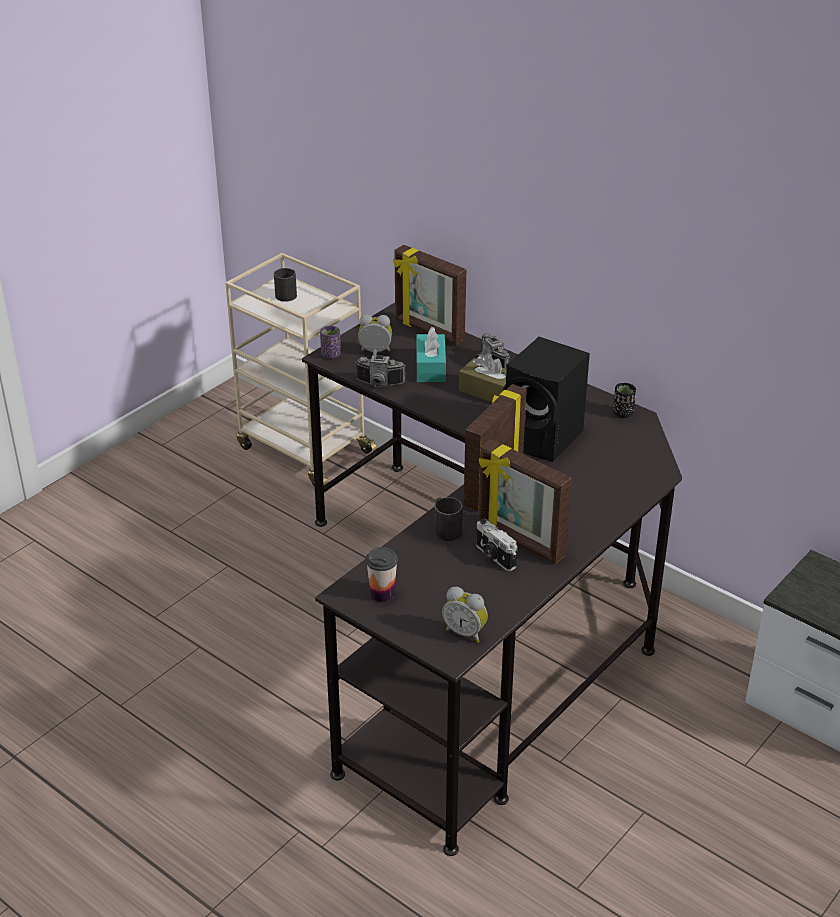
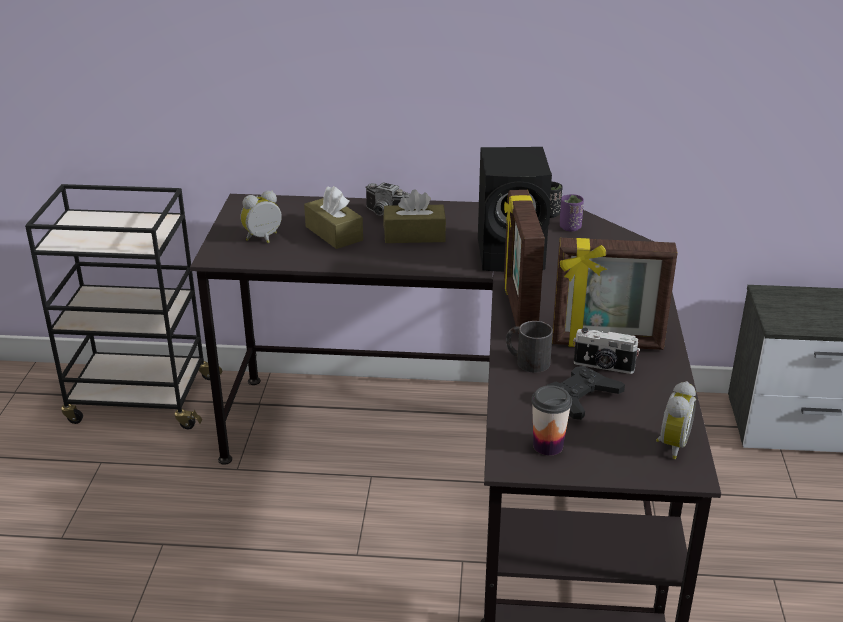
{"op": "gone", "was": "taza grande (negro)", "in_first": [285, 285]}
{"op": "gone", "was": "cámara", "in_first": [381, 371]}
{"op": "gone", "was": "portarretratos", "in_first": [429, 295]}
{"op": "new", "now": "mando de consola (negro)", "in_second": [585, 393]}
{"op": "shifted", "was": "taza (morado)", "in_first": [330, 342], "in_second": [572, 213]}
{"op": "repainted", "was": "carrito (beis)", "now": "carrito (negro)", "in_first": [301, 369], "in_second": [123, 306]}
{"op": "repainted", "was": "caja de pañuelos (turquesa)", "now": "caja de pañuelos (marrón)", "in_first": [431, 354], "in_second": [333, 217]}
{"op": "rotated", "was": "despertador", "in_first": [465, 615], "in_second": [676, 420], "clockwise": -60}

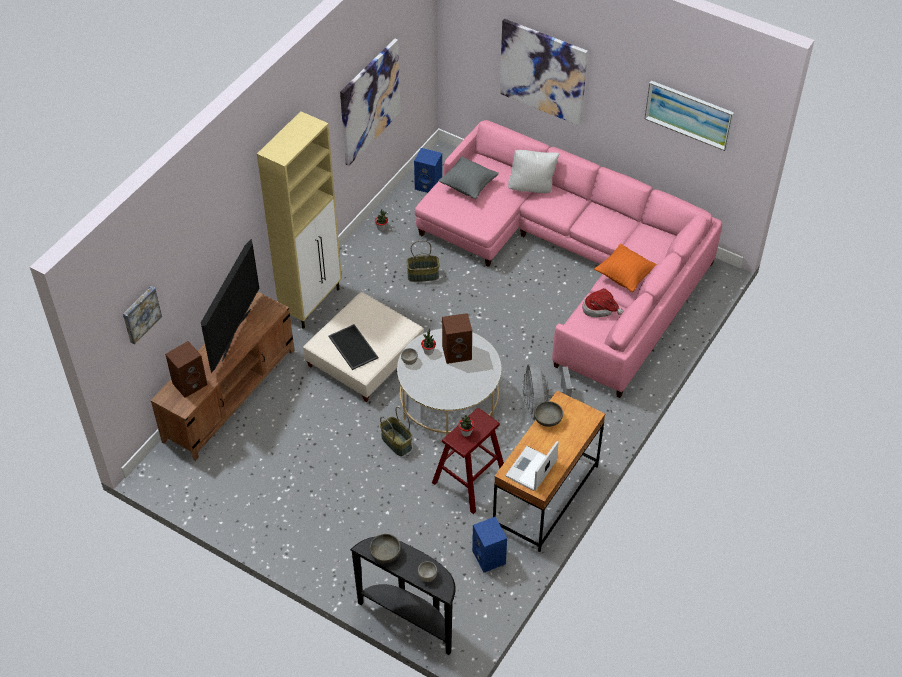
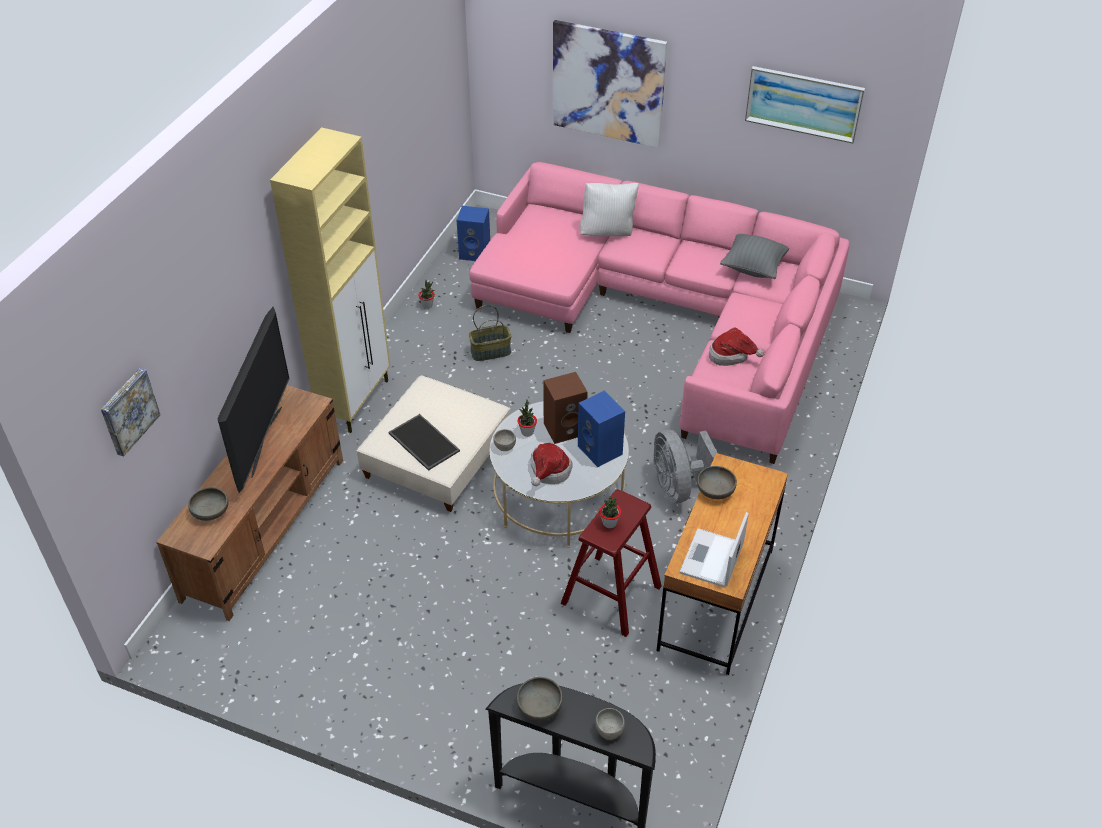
{"op": "gone", "was": "cuadro", "in_first": [370, 102]}
{"op": "gone", "was": "cesta", "in_first": [396, 431]}
{"op": "gone", "was": "cojín (naranja)", "in_first": [625, 268]}
{"op": "new", "now": "sombrero", "in_second": [552, 464]}
{"op": "shifted", "was": "cojín (gris)", "in_first": [468, 177], "in_second": [754, 256]}
{"op": "shifted", "was": "altavoz (azul)", "in_first": [489, 545], "in_second": [601, 429]}
{"op": "swapped", "was": "altavoz (marrón)", "now": "cuenco (gris)", "in_first": [186, 369], "in_second": [208, 504]}

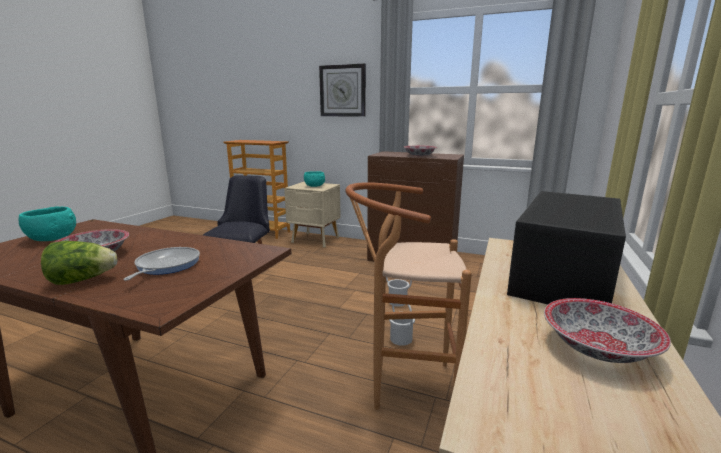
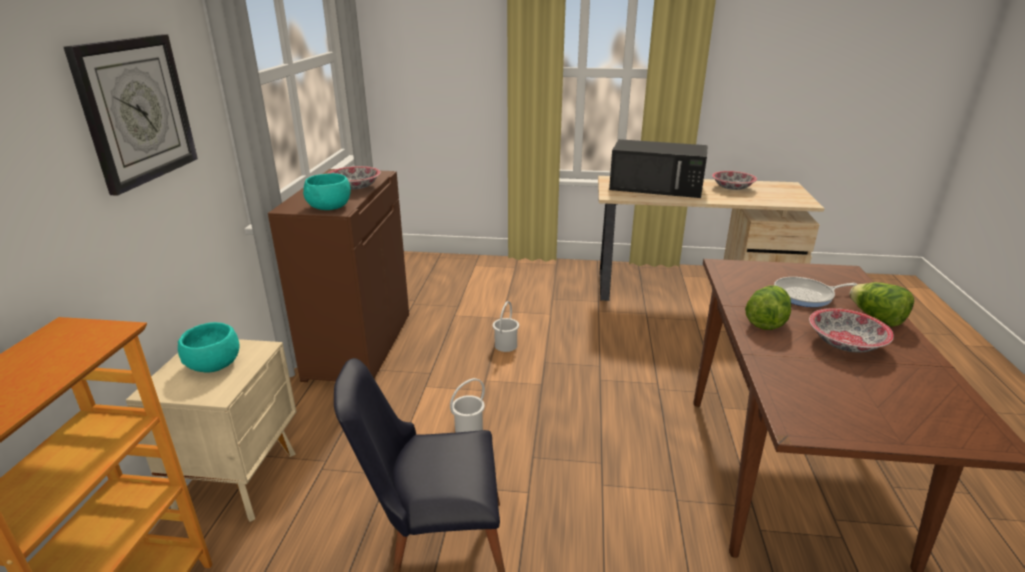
{"op": "gone", "was": "taburete (marrón)", "in_first": [408, 296]}
{"op": "new", "now": "lechuga", "in_second": [768, 308]}
{"op": "shifted", "was": "cuenco (turquesa)", "in_first": [47, 223], "in_second": [327, 191]}
{"op": "shifted", "was": "cubo (blanco)", "in_first": [402, 324], "in_second": [467, 405]}

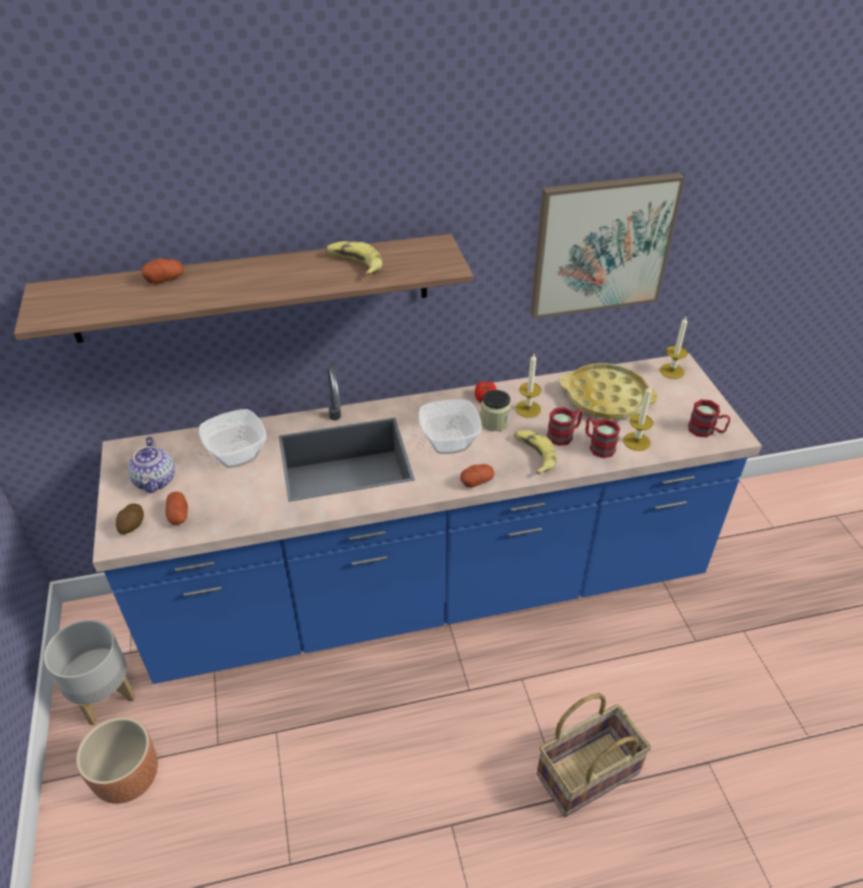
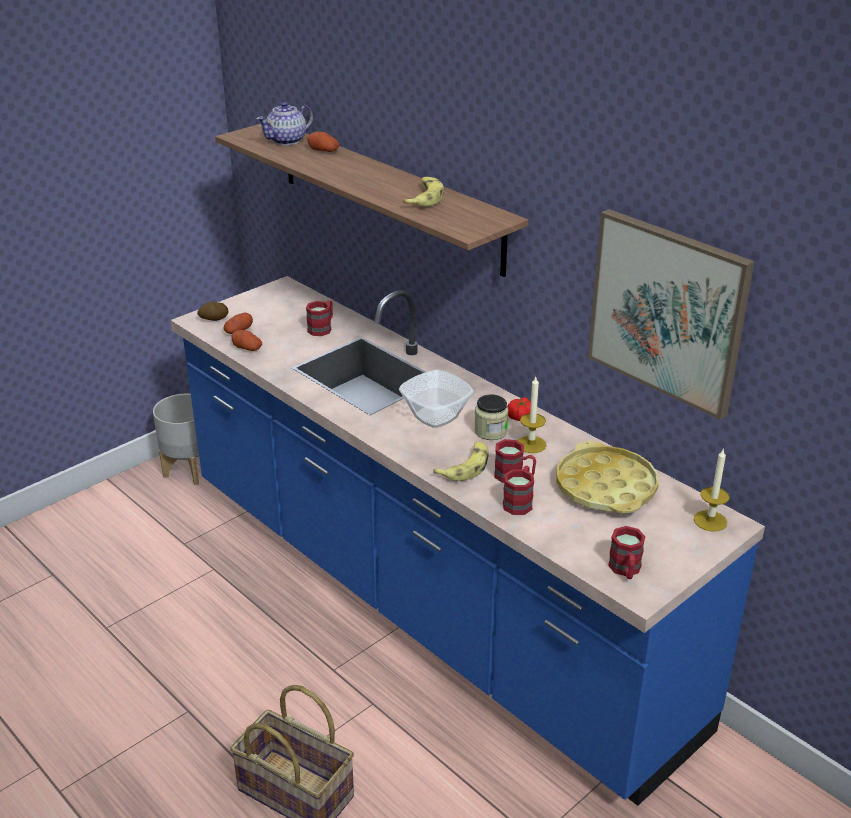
{"op": "gone", "was": "maceta (marrón)", "in_first": [117, 760]}
{"op": "gone", "was": "vela", "in_first": [638, 418]}
{"op": "shifted", "was": "tetera", "in_first": [151, 465], "in_second": [285, 123]}
{"op": "shifted", "was": "patata", "in_first": [477, 476], "in_second": [246, 340]}
{"op": "swapped", "was": "cuenco", "now": "taza grande (rojo)", "in_first": [232, 438], "in_second": [319, 318]}

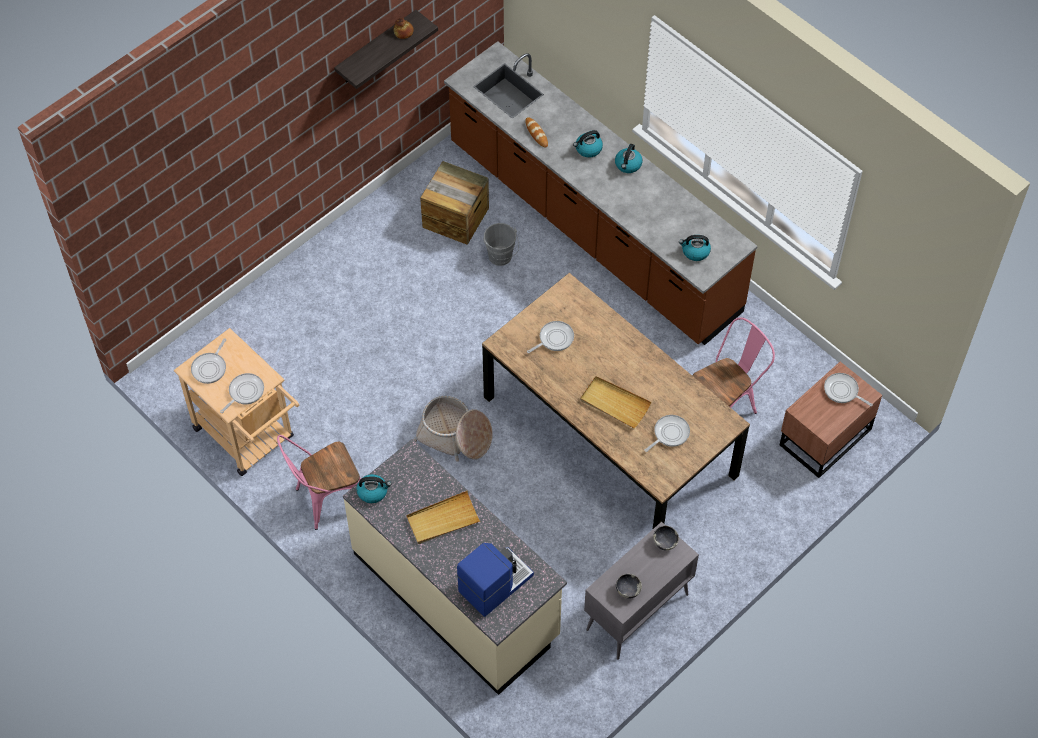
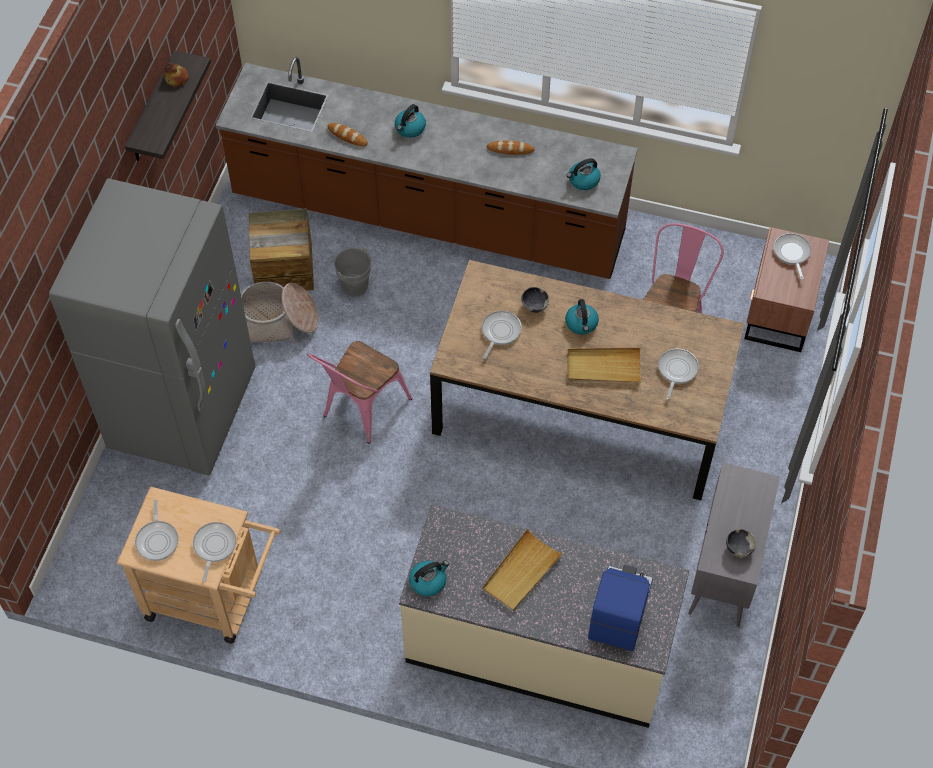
{"op": "new", "now": "nevera (gris)", "in_second": [152, 326]}
{"op": "new", "now": "pan", "in_second": [511, 147]}
{"op": "shifted", "was": "silla (rosa)", "in_first": [319, 482], "in_second": [359, 392]}
{"op": "shifted", "was": "cesta", "in_first": [453, 429], "in_second": [280, 312]}
{"op": "shifted", "was": "hervidor", "in_first": [629, 158], "in_second": [582, 317]}
{"op": "shifted", "was": "cuenco", "in_first": [666, 538], "in_second": [535, 300]}
{"op": "rotated", "was": "sartén", "in_first": [848, 389], "in_second": [792, 256], "clockwise": 75}

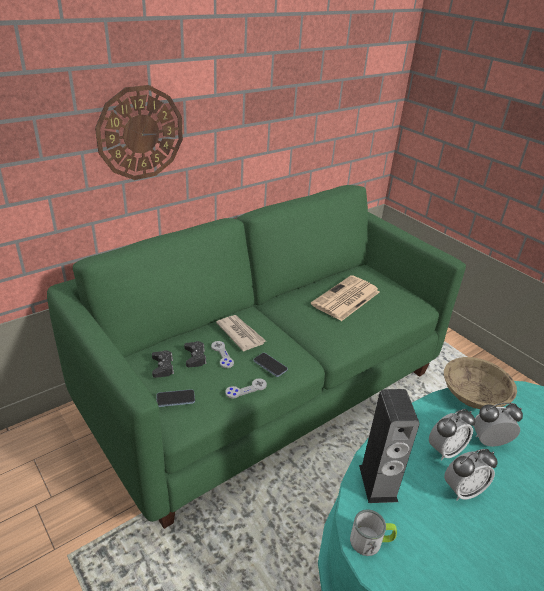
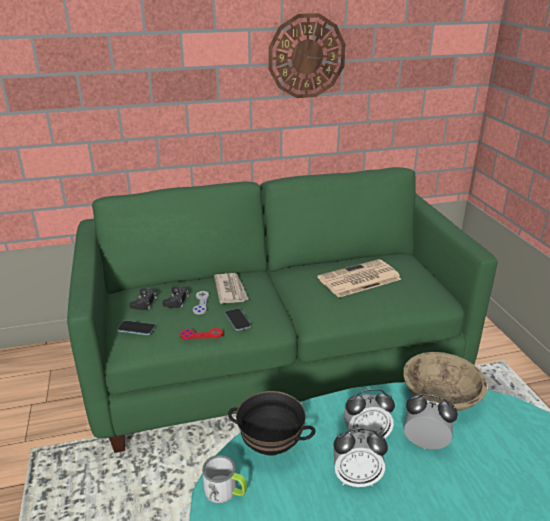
{"op": "shifted", "was": "reloj de pared", "in_first": [139, 132], "in_second": [307, 55]}
{"op": "swapped", "was": "altavoz", "now": "cuenco (negro)", "in_first": [389, 446], "in_second": [271, 423]}
{"op": "repainted", "was": "mando de consola (gris)", "now": "mando de consola (rojo)", "in_first": [246, 388], "in_second": [201, 333]}

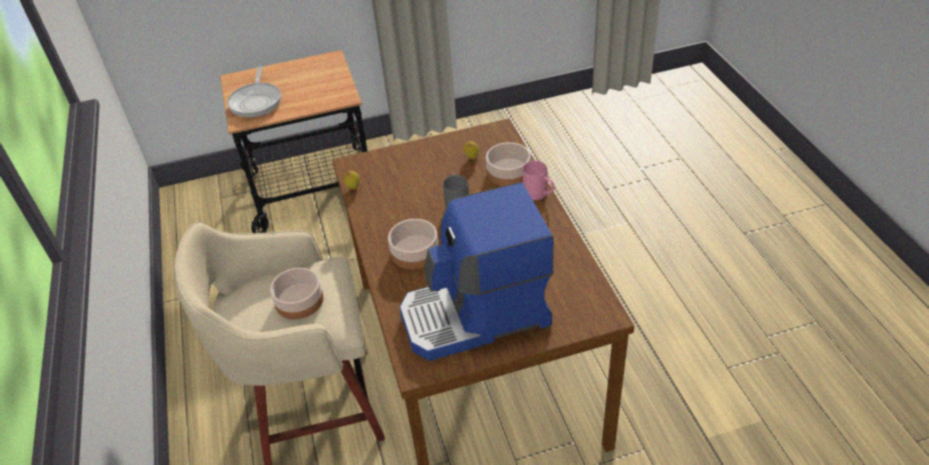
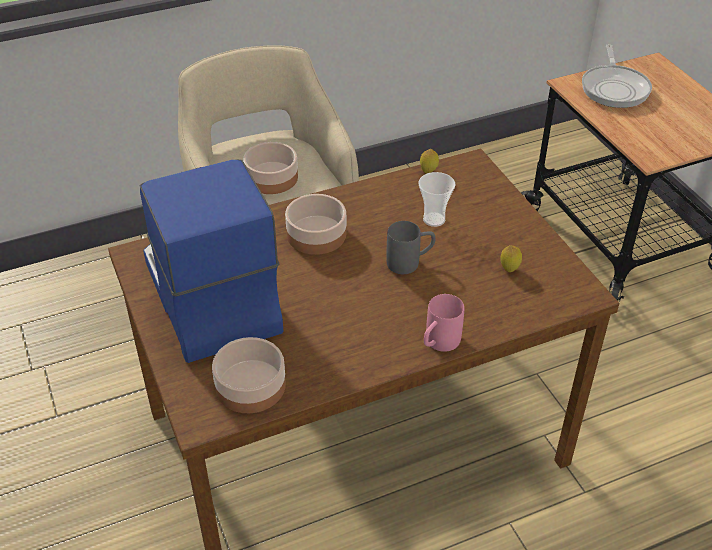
{"op": "new", "now": "taza", "in_second": [436, 199]}
{"op": "shifted", "was": "cuenco", "in_first": [508, 164], "in_second": [249, 375]}
{"op": "rotated", "was": "sartén", "in_first": [254, 91], "in_second": [617, 76], "clockwise": -75}

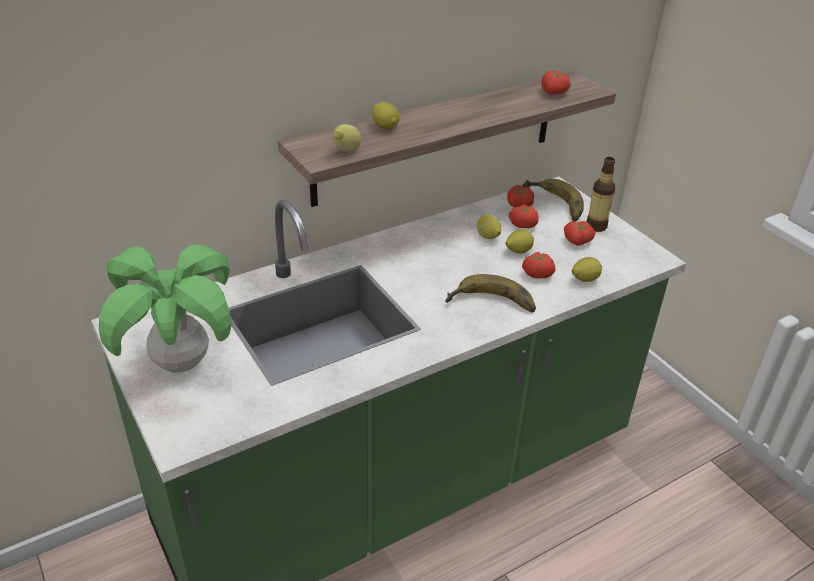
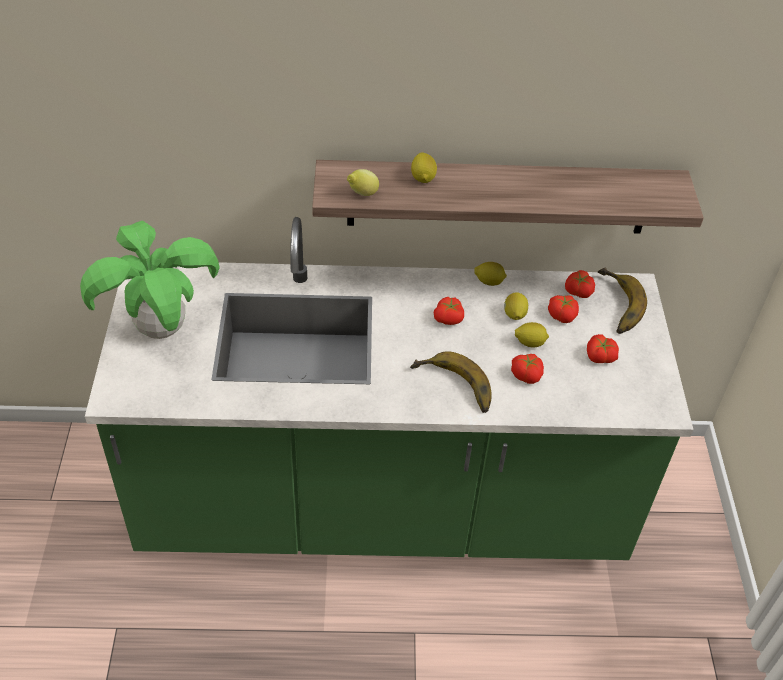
{"op": "gone", "was": "botella", "in_first": [600, 194]}
{"op": "shifted", "was": "tomate", "in_first": [556, 83], "in_second": [448, 311]}
{"op": "shifted", "was": "limón", "in_first": [586, 269], "in_second": [490, 274]}

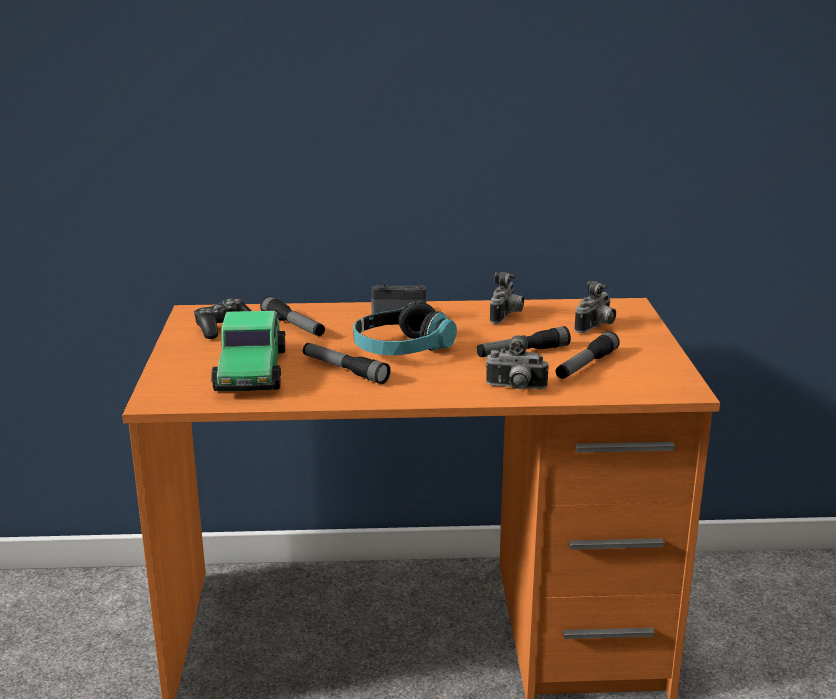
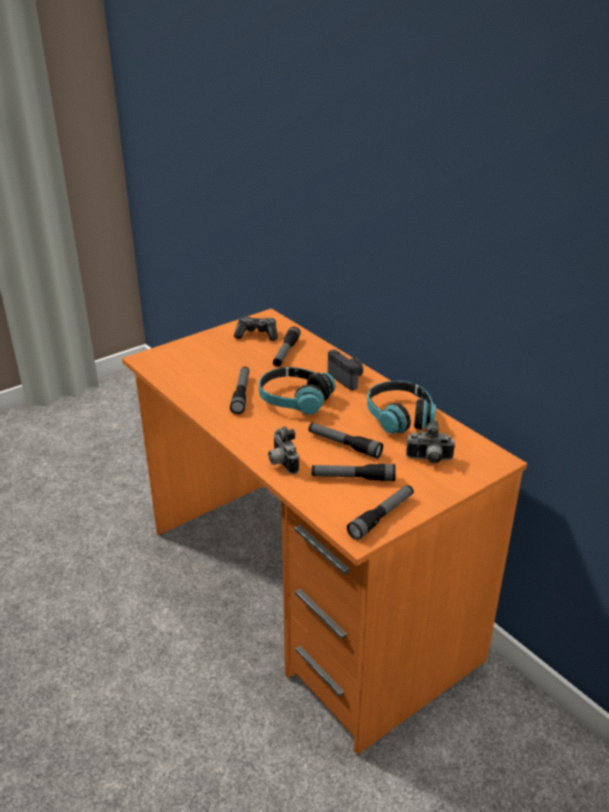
{"op": "gone", "was": "coche de juguete", "in_first": [248, 351]}
{"op": "new", "now": "linterna", "in_second": [380, 512]}
{"op": "swapped", "was": "cámara", "now": "auriculares", "in_first": [507, 298], "in_second": [401, 407]}

